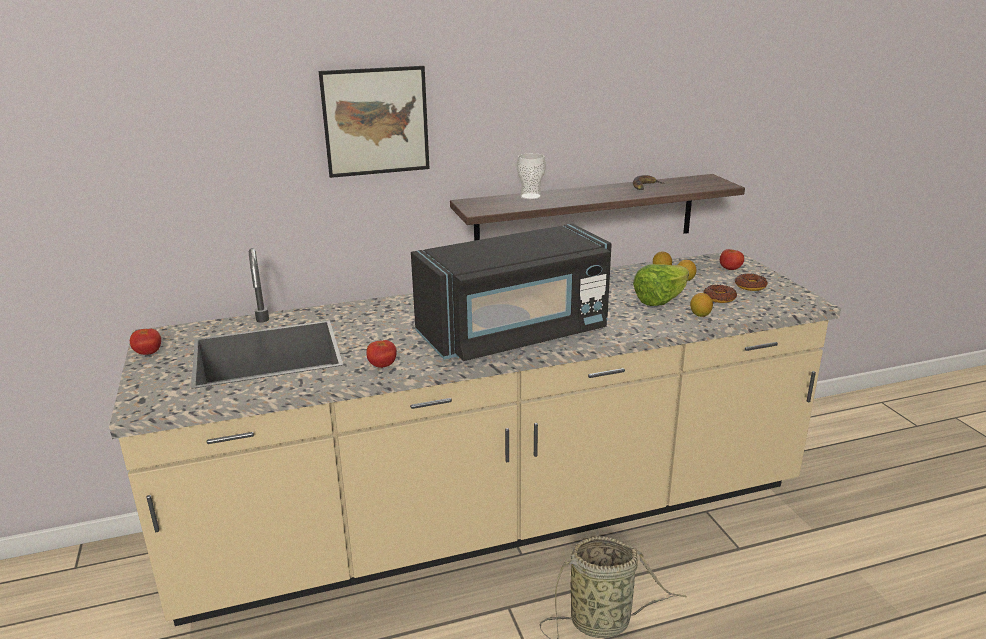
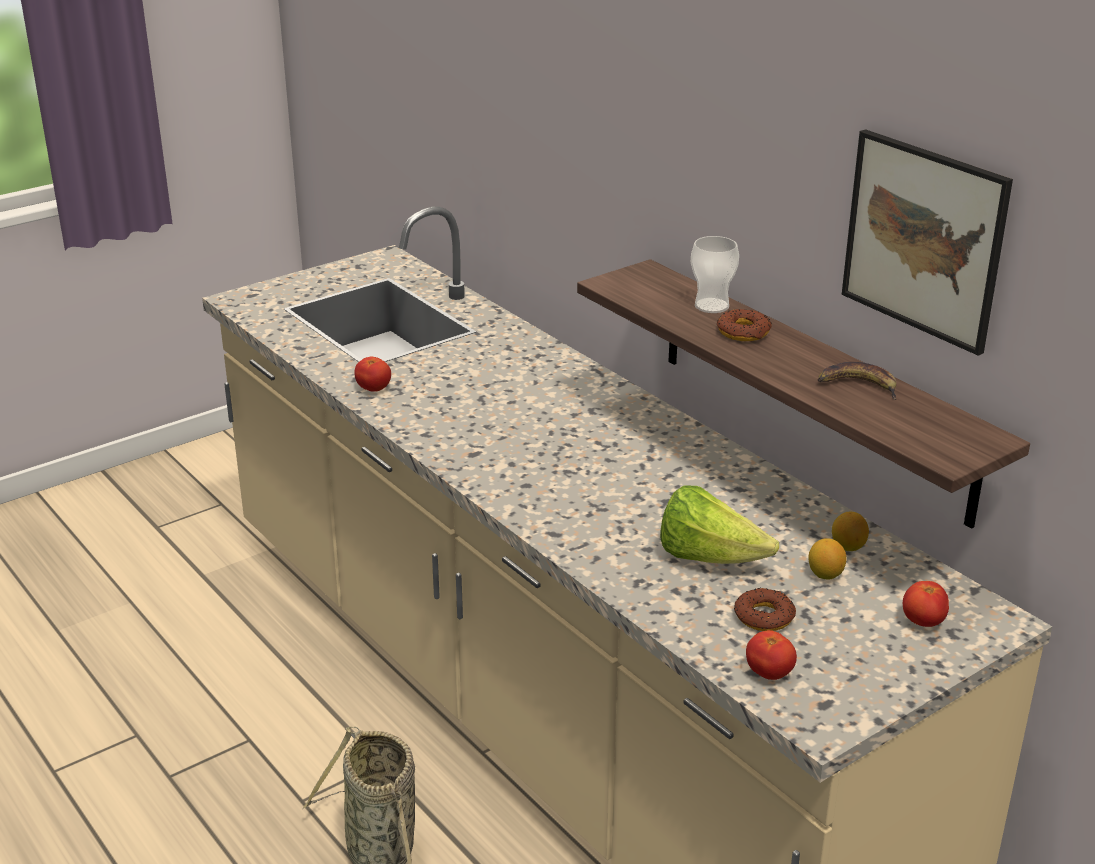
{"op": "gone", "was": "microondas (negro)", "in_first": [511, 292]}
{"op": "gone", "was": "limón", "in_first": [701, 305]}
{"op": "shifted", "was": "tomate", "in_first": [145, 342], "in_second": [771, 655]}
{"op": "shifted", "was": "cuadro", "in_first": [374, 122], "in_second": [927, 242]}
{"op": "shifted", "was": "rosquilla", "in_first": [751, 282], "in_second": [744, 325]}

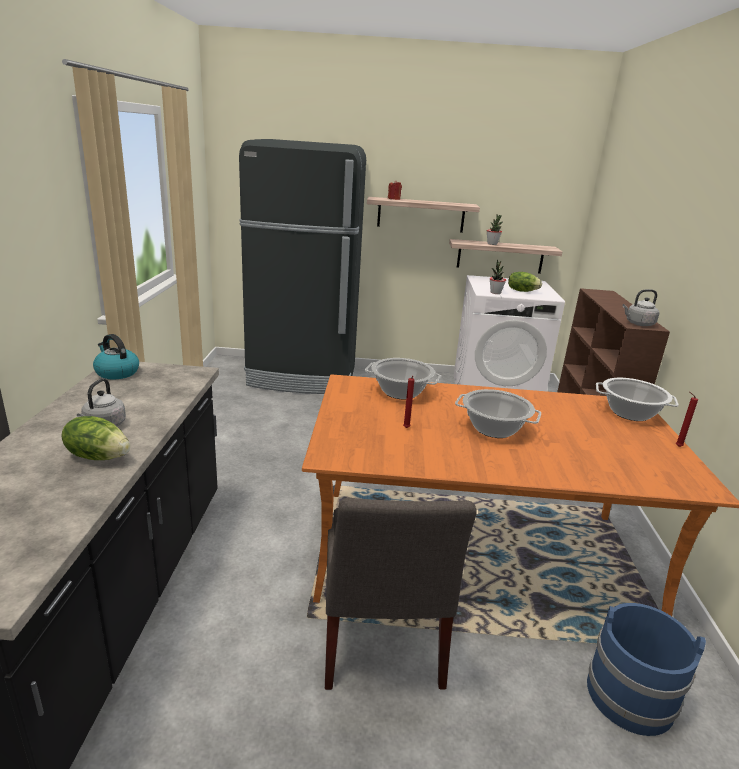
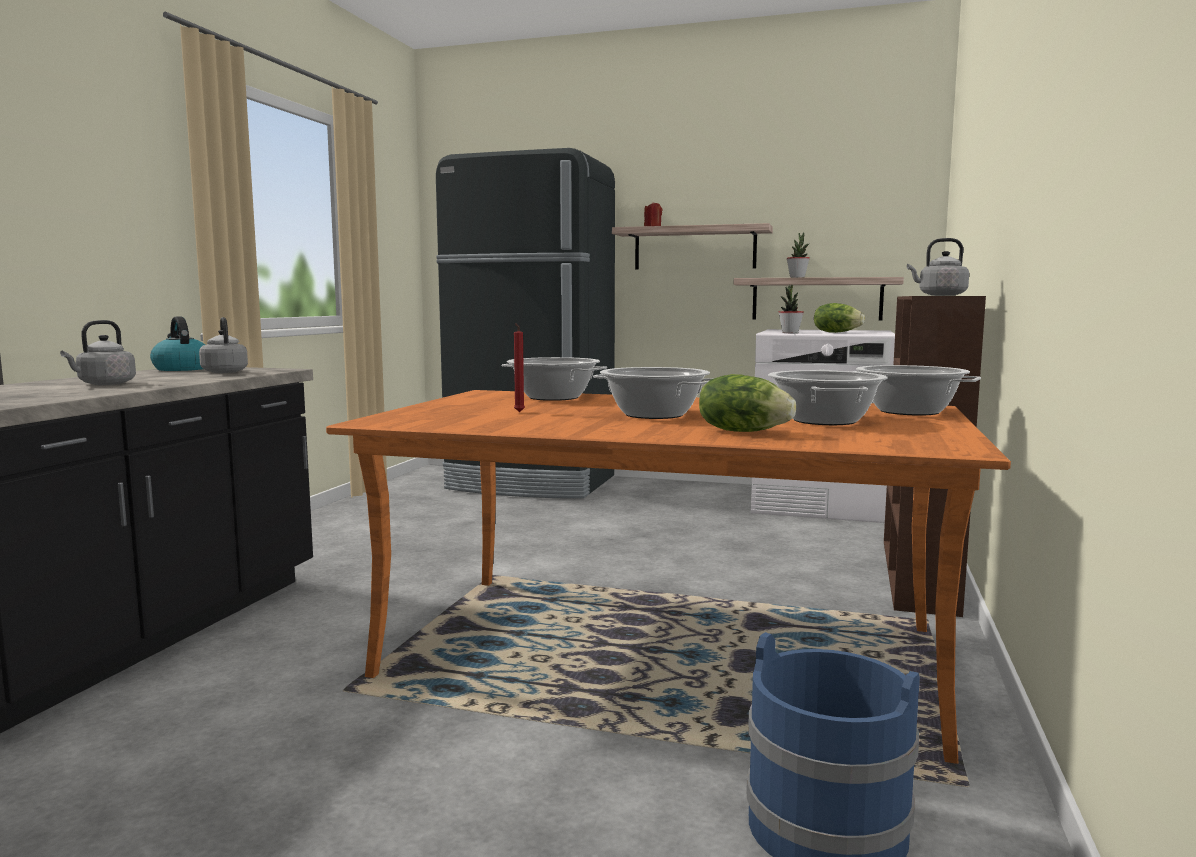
{"op": "gone", "was": "silla (gris)", "in_first": [400, 594]}
{"op": "gone", "was": "vela (rojo)", "in_first": [687, 419]}
{"op": "new", "now": "hervidor (gris)", "in_second": [223, 345]}
{"op": "new", "now": "olla", "in_second": [828, 397]}
{"op": "shifted", "was": "lechuga", "in_first": [95, 438], "in_second": [747, 403]}

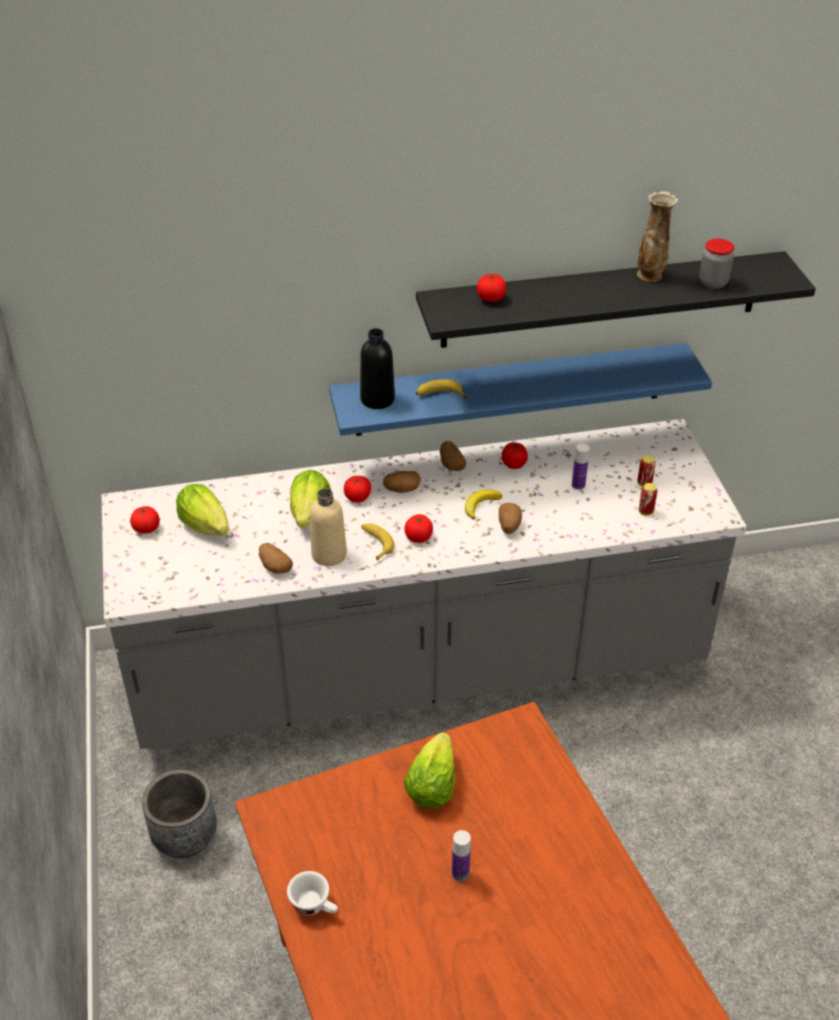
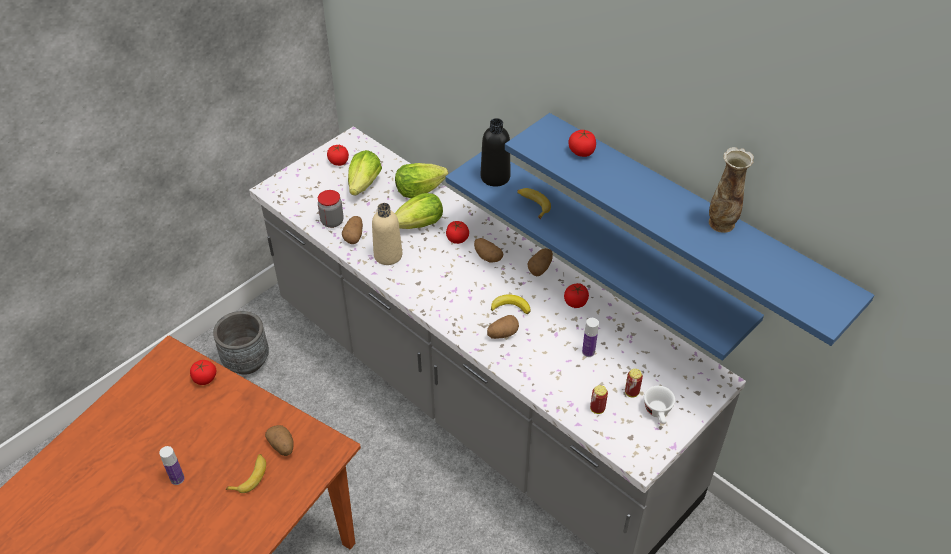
{"op": "new", "now": "patata", "in_second": [279, 440]}
{"op": "shifted", "was": "taza (blanco)", "in_first": [312, 893], "in_second": [659, 405]}
{"op": "shifted", "was": "plátano", "in_first": [377, 541], "in_second": [246, 473]}
{"op": "shifted", "was": "lechuga", "in_first": [429, 770], "in_second": [421, 180]}
{"op": "shifted", "was": "tomate", "in_first": [419, 528], "in_second": [203, 372]}
{"op": "shifted", "was": "tarro", "in_first": [716, 264], "in_second": [331, 209]}
{"op": "repainted", "was": "estante (negro)", "now": "estante (azul)", "in_first": [616, 299], "in_second": [689, 229]}

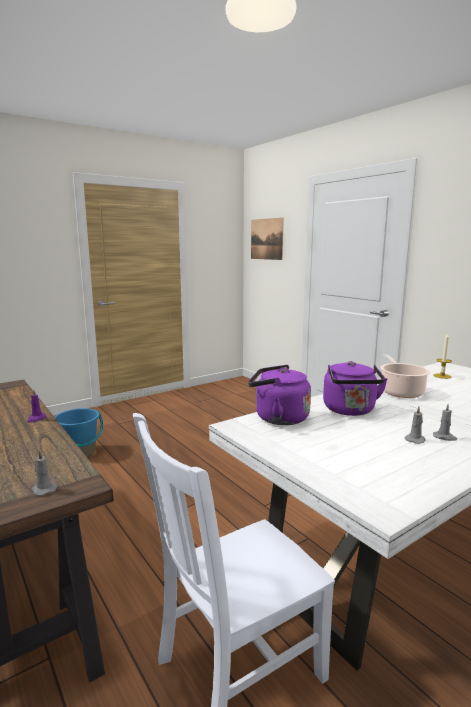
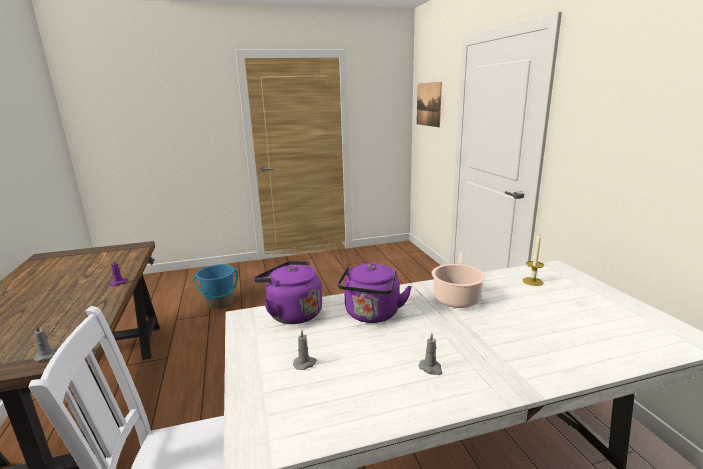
{"op": "shifted", "was": "vela (gris)", "in_first": [415, 425], "in_second": [305, 350]}

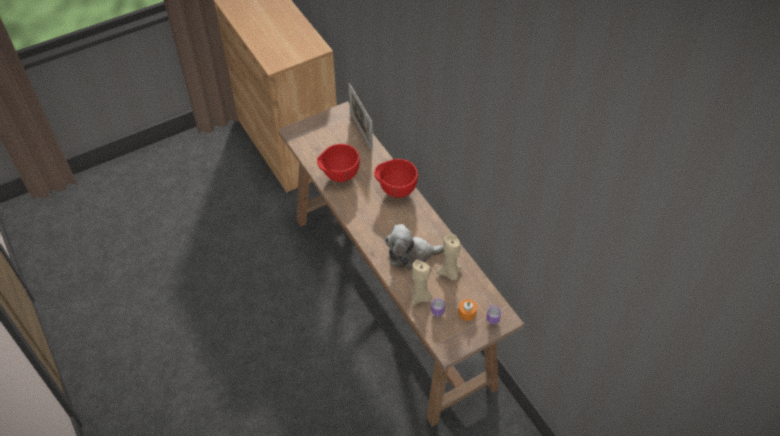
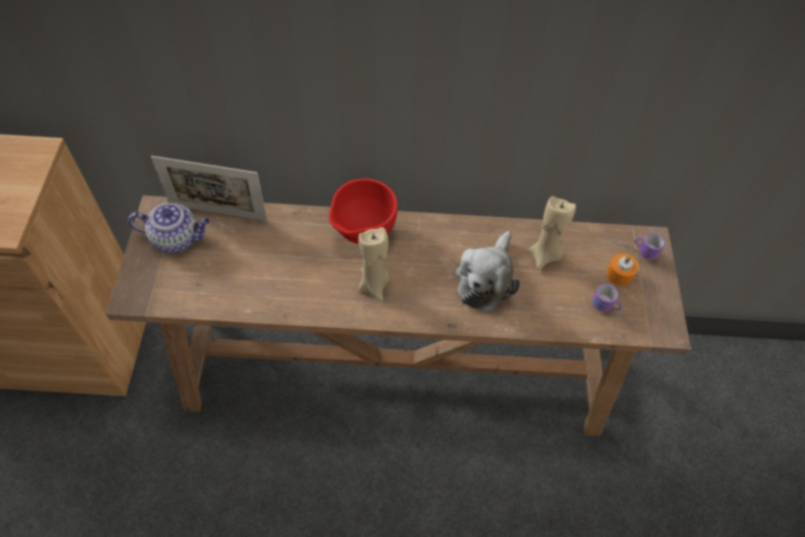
{"op": "gone", "was": "cuenco (rojo)", "in_first": [338, 163]}
{"op": "new", "now": "tetera", "in_second": [169, 228]}
{"op": "shifted", "was": "vela (beis)", "in_first": [421, 283], "in_second": [374, 264]}

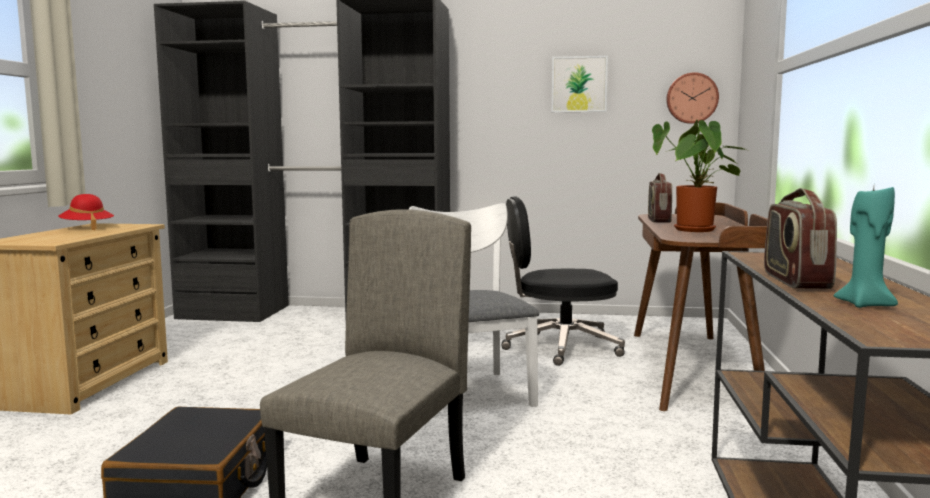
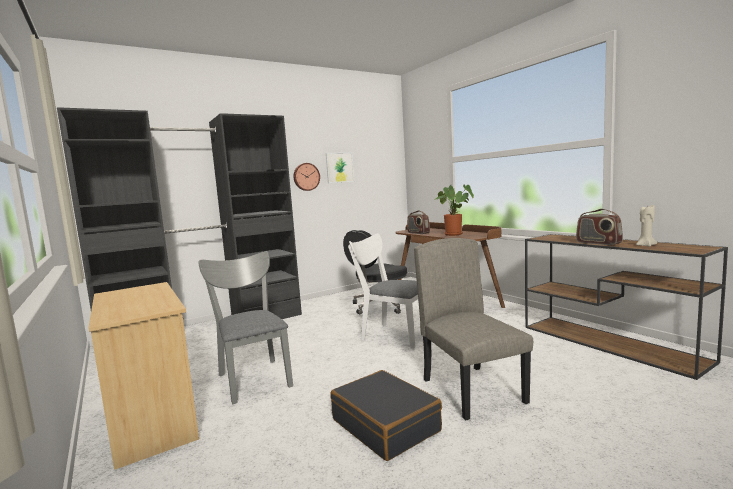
{"op": "gone", "was": "sombrero (rojo)", "in_first": [86, 212]}
{"op": "new", "now": "silla (gris)", "in_second": [245, 328]}
{"op": "shifted", "was": "reloj de pared", "in_first": [692, 98], "in_second": [306, 177]}
{"op": "repainted", "was": "vela (turquesa)", "now": "vela (beis)", "in_first": [866, 247], "in_second": [646, 226]}

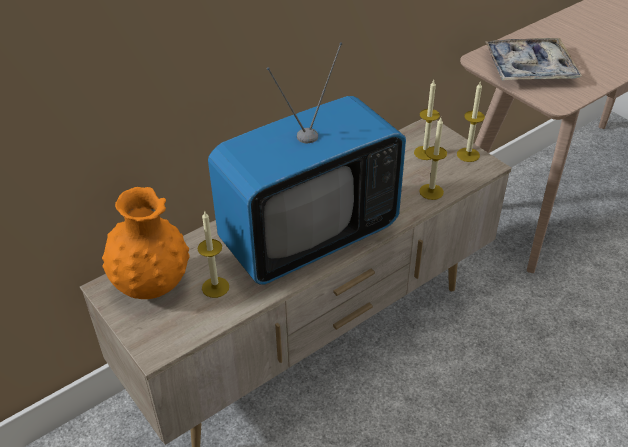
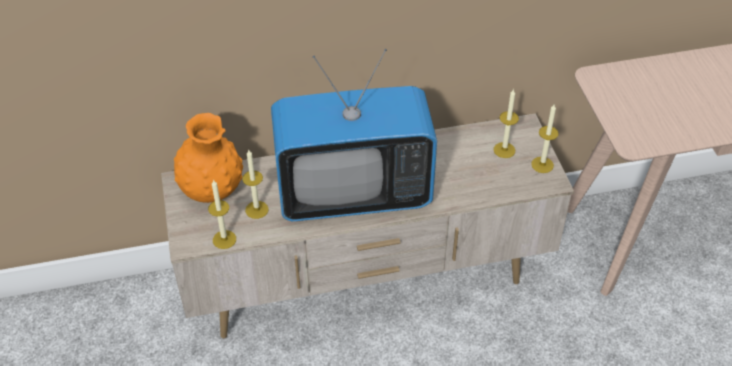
{"op": "gone", "was": "bandeja", "in_first": [533, 59]}
{"op": "shifted", "was": "vela", "in_first": [433, 159], "in_second": [222, 214]}

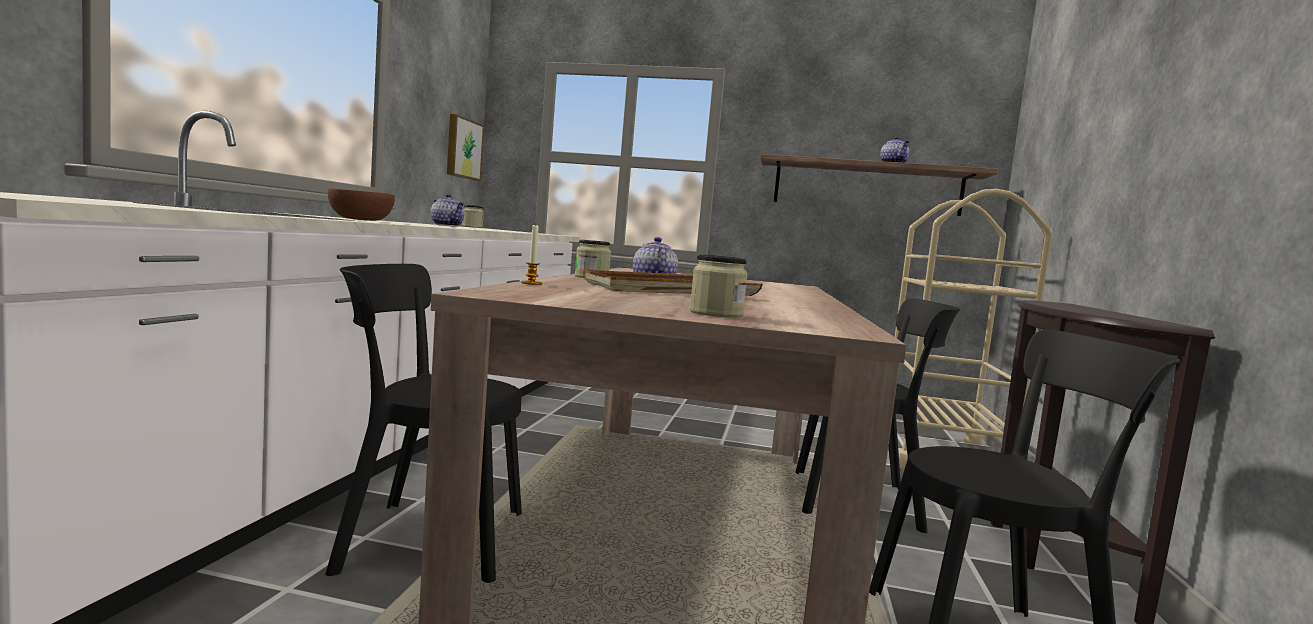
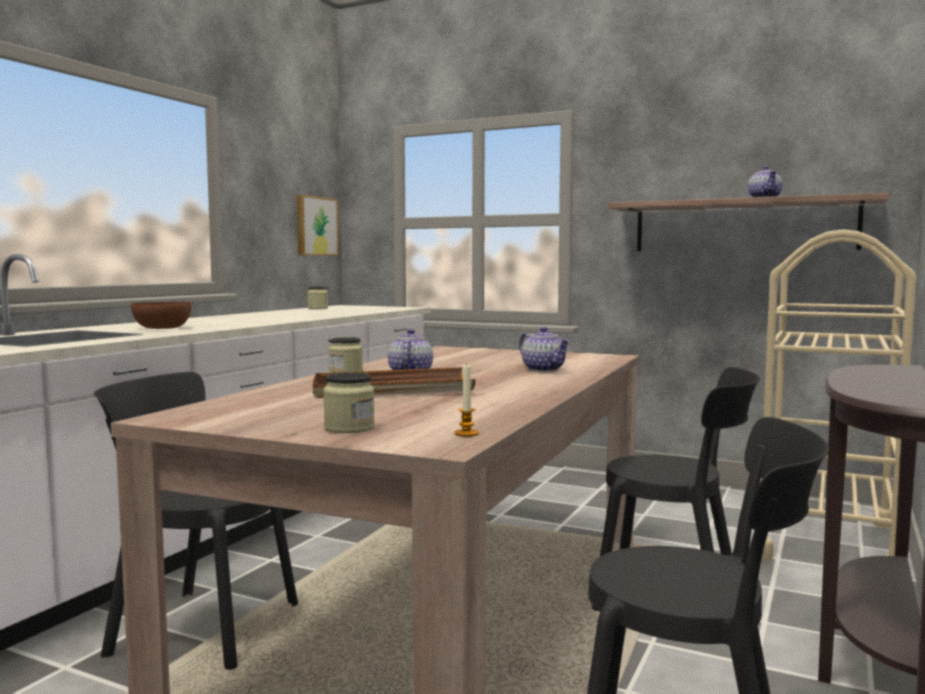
{"op": "shifted", "was": "tetera", "in_first": [447, 210], "in_second": [544, 349]}
{"op": "shifted", "was": "vela", "in_first": [531, 254], "in_second": [467, 401]}

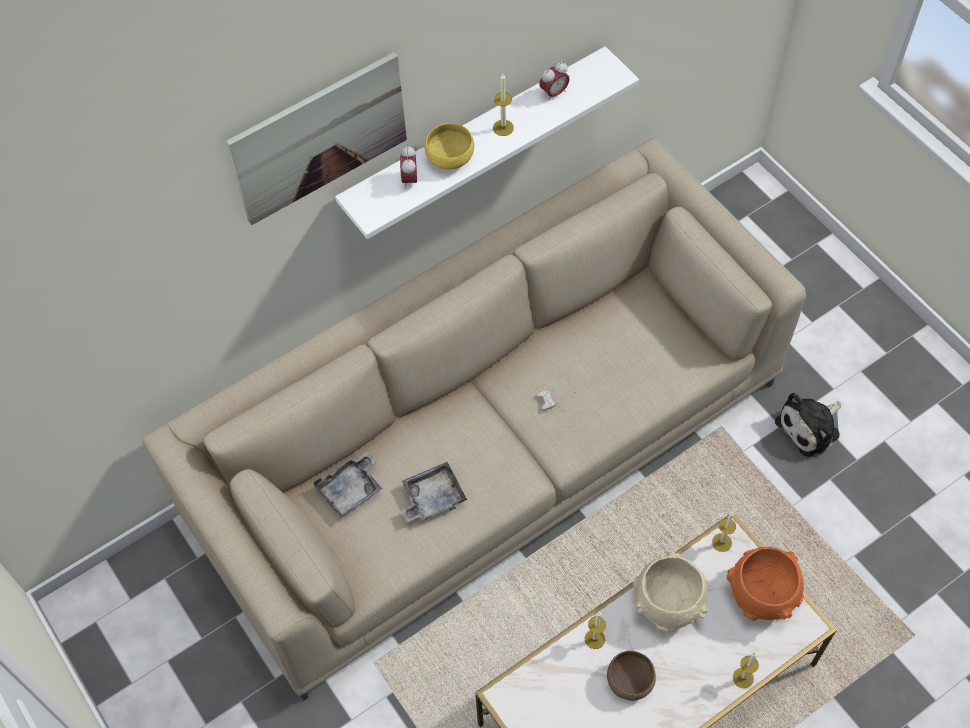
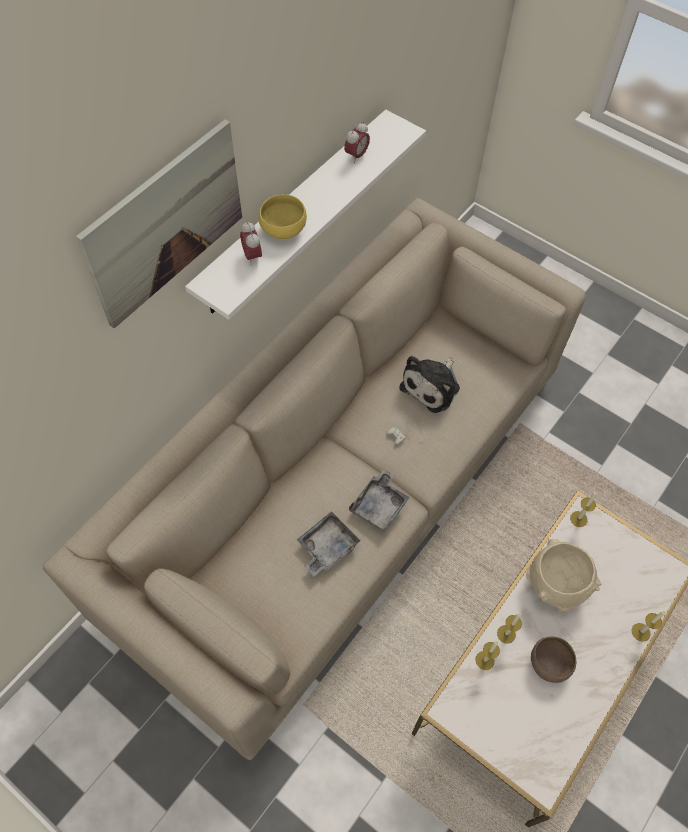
{"op": "gone", "was": "cuenco (naranja)", "in_first": [765, 584]}
{"op": "shifted", "was": "bandeja (gris)", "in_first": [347, 484], "in_second": [379, 501]}
{"op": "shifted", "was": "vela", "in_first": [503, 105], "in_second": [488, 655]}
{"op": "shifted", "was": "peluche", "in_first": [808, 425], "in_second": [429, 384]}

